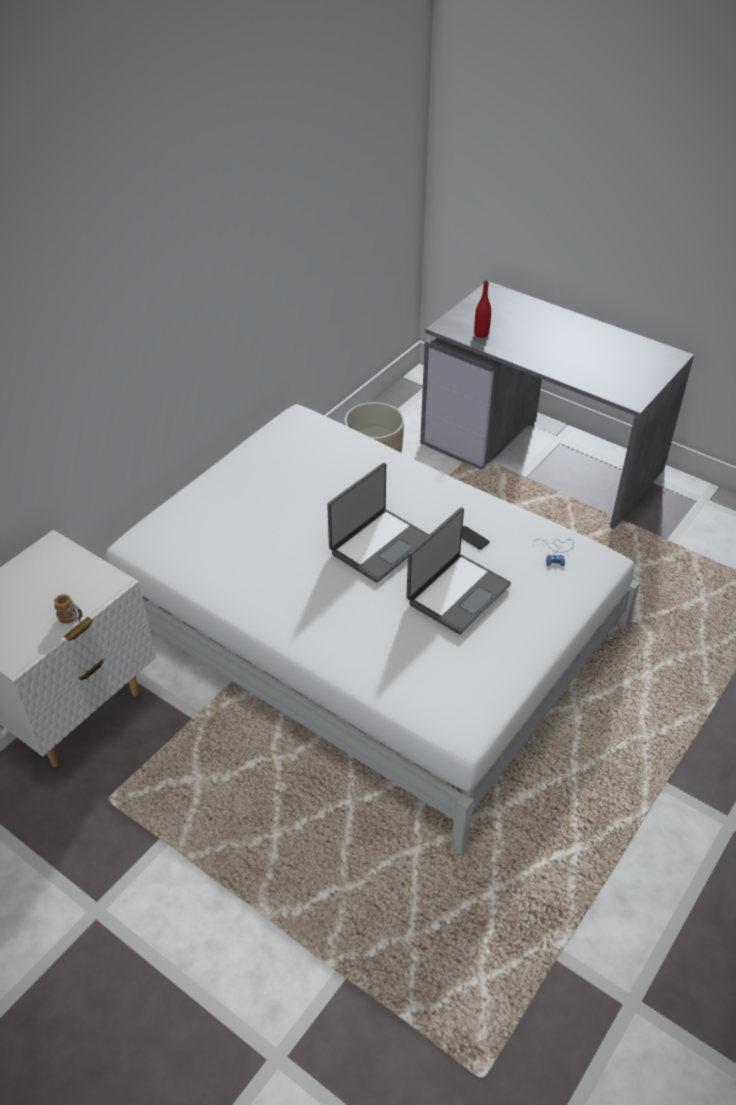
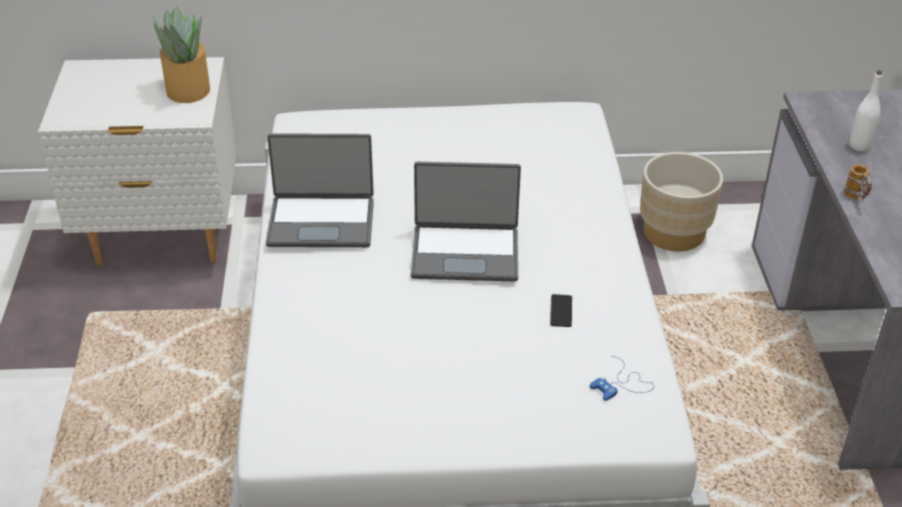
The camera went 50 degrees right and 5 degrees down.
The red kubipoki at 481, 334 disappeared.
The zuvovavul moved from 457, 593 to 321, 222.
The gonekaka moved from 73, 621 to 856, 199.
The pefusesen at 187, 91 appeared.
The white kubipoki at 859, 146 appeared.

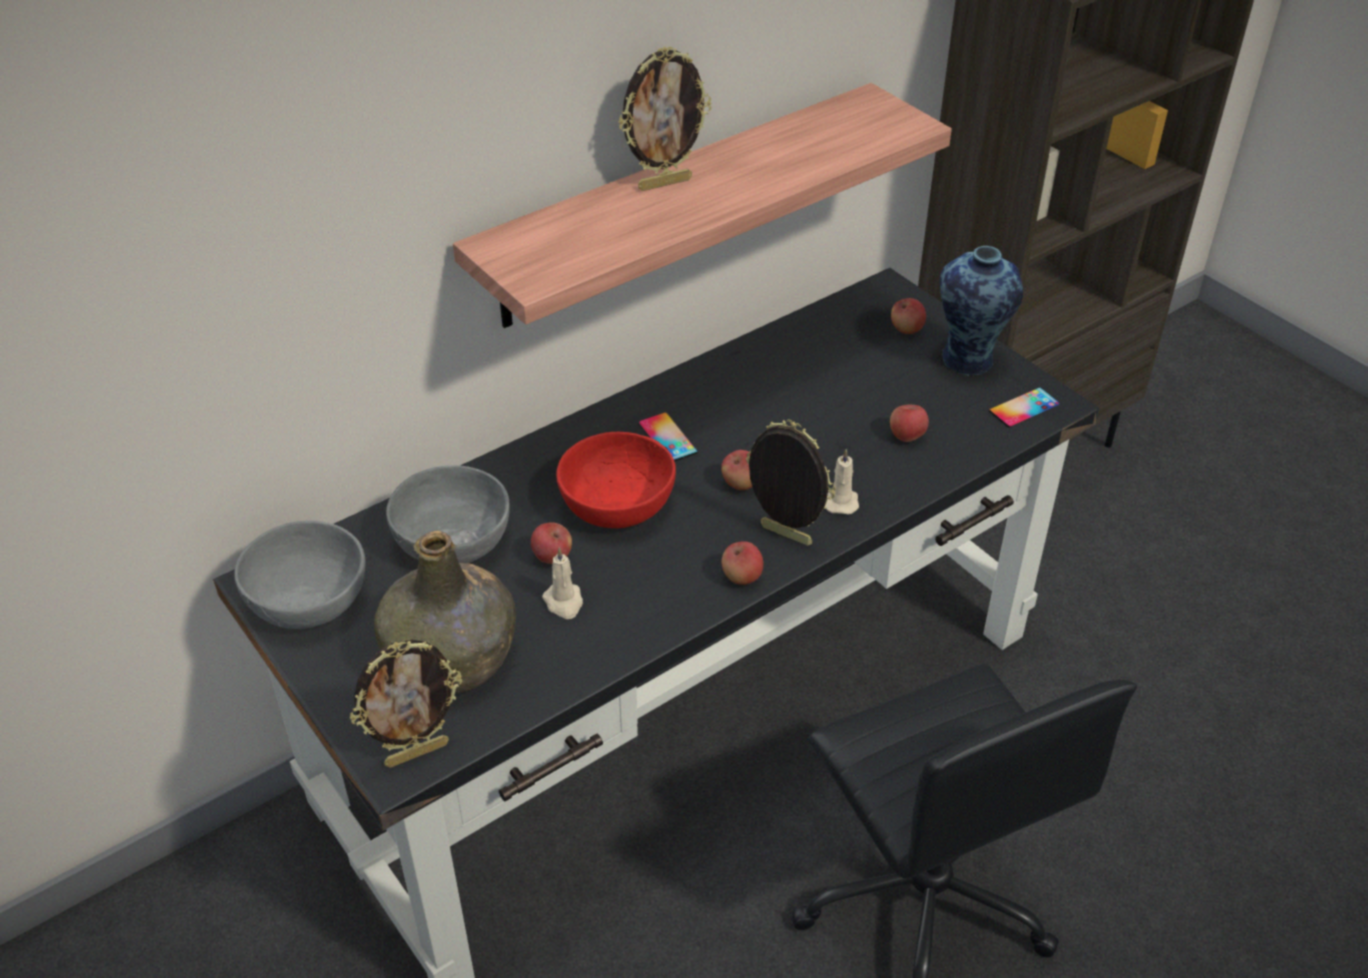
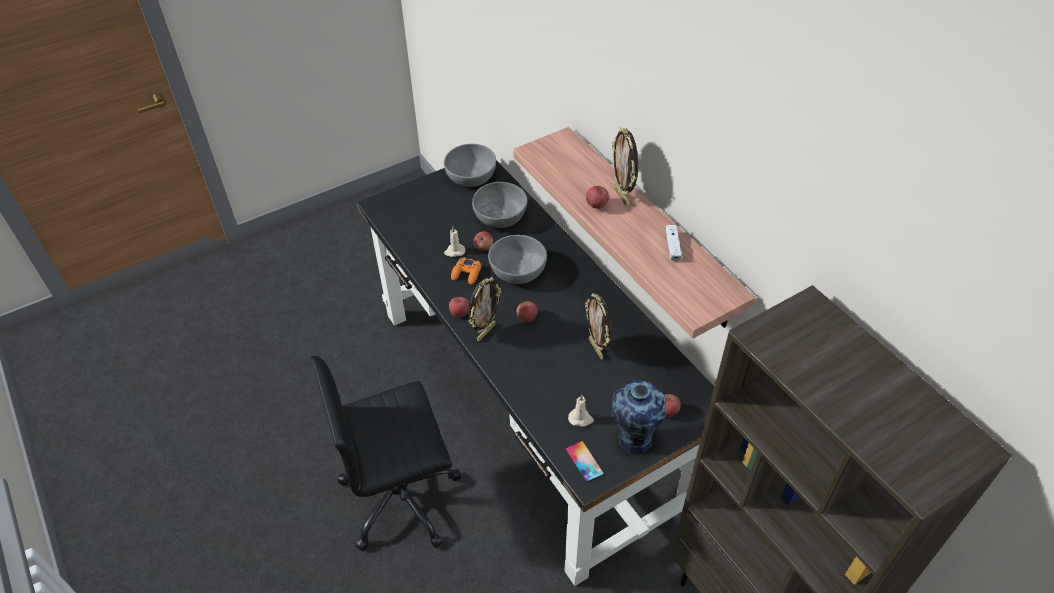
The camera went 95 degrees right and 5 degrees up.
The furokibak moved from 907, 436 to 596, 205.
The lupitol at 668, 438 disappeared.
The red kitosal at 616, 503 became the grey kitosal at 517, 270.
The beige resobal moved from 840, 501 to 581, 418.
The green kubipoki at 453, 657 disappeared.
The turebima moved from 417, 753 to 596, 349.
The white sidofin at 672, 246 appeared.
The orange sidofin at 467, 274 appeared.

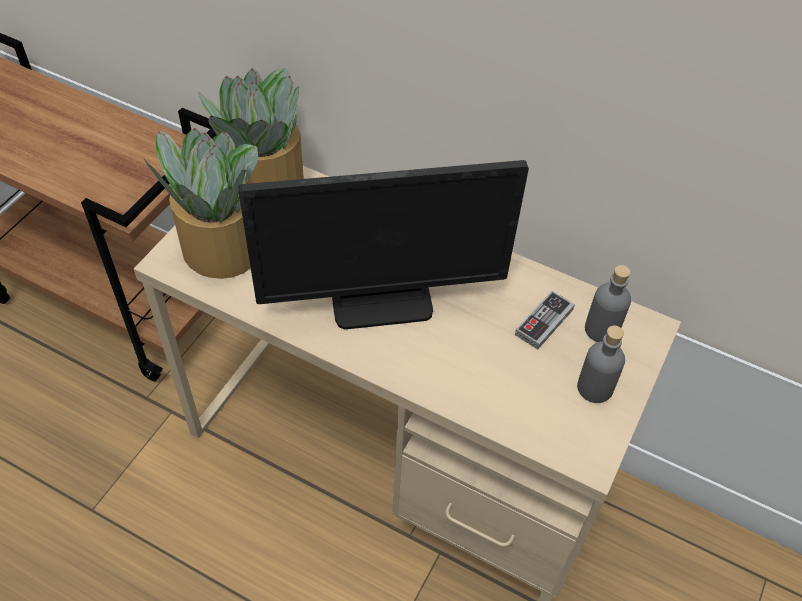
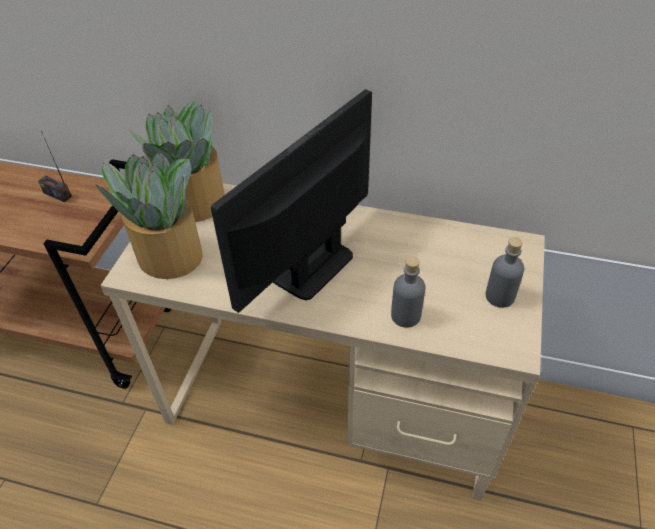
The camera went 10 degrees left and 5 degrees down.
The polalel at 381, 299 turned 150 degrees clockwise.
The grey kubipoki moved from 601, 329 to 405, 315.
The sidofin at 544, 322 disappeared.
The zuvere at 58, 194 appeared.

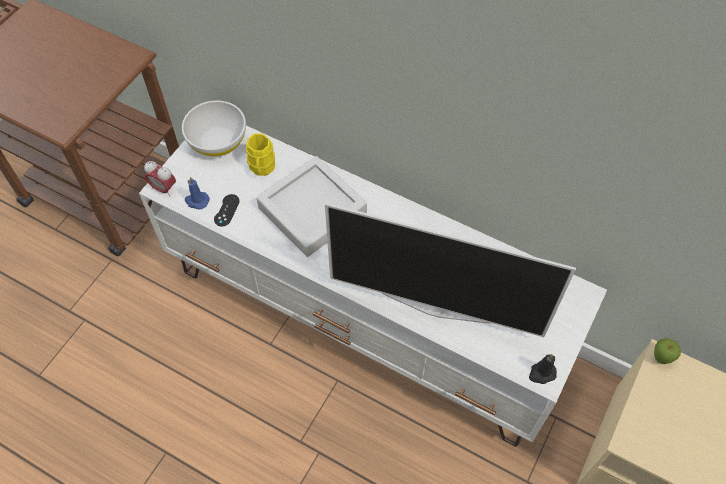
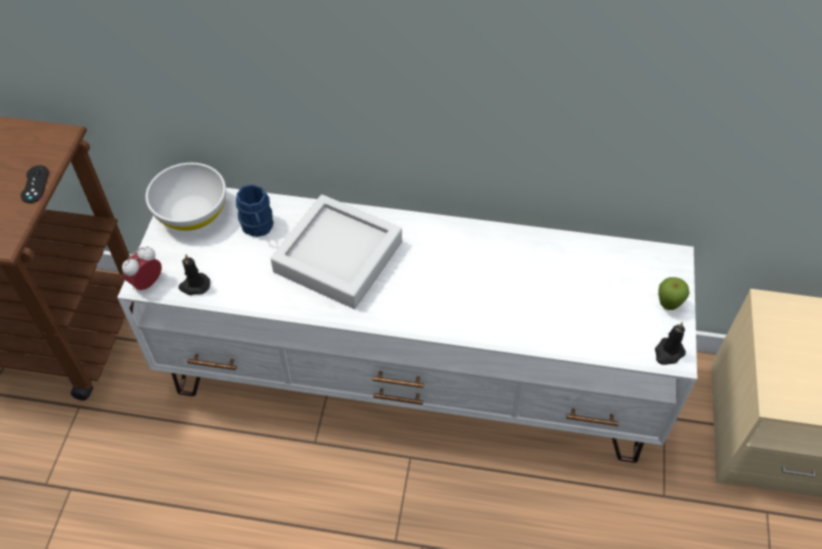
The camera went 20 degrees left and 5 degrees down.
The yellow gonekaka at 261, 168 became the blue gonekaka at 258, 228.
The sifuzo at 163, 188 turned 120 degrees clockwise.
The blue resobal at 196, 201 became the black resobal at 194, 285.
The black sidofin moved from 226, 210 to 35, 184.
The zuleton at 436, 306 disappeared.
The furokibak moved from 660, 358 to 667, 305.

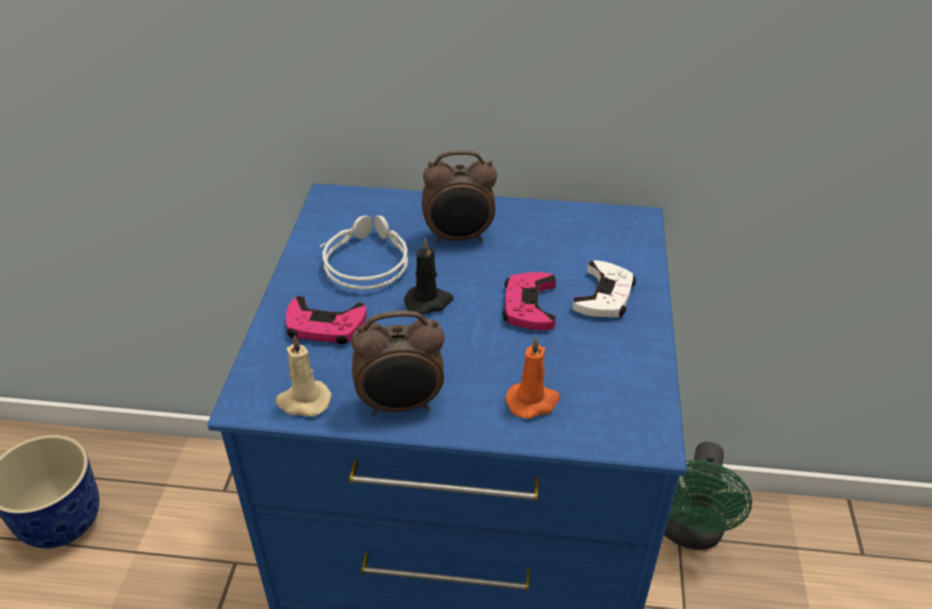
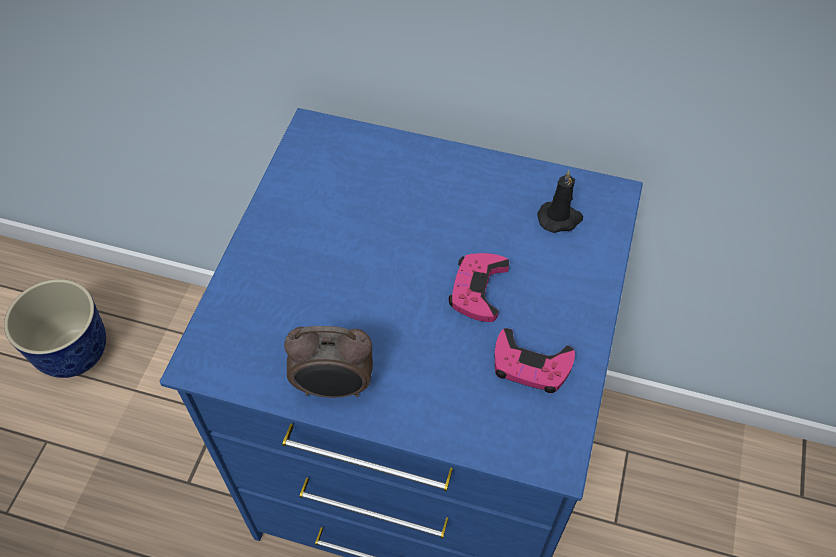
The camera went 10 degrees right and 15 degrees up.
The sifuzo at 459, 238 disappeared.
The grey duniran at 364, 260 disappeared.
The black resobal moved from 429, 301 to 560, 218.
The white sidofin at 604, 296 disappeared.
The pink sidofin moved from 324, 326 to 530, 365.
The beige resobal at 303, 401 disappeared.
The orange resobal at 533, 401 disappeared.
The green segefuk at 689, 532 disappeared.

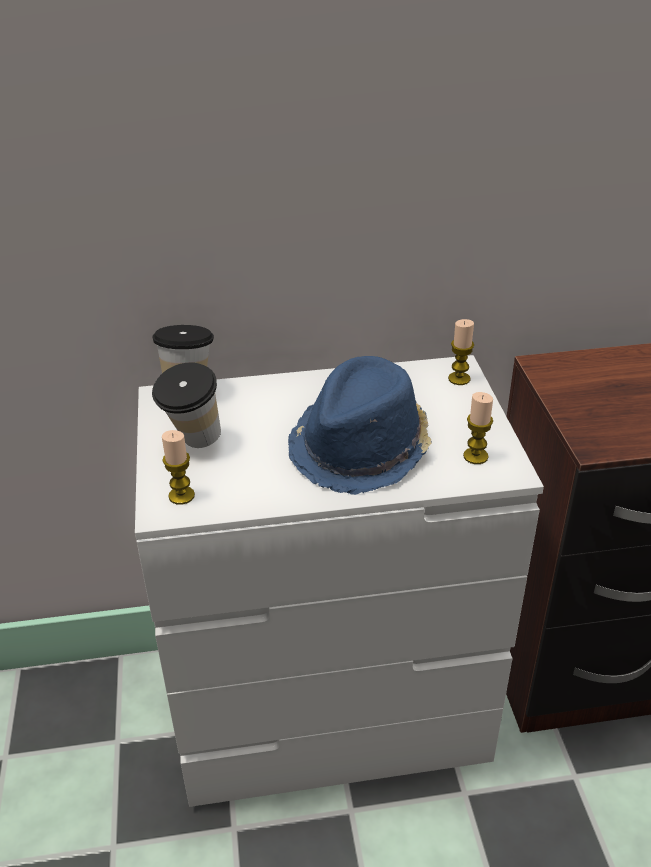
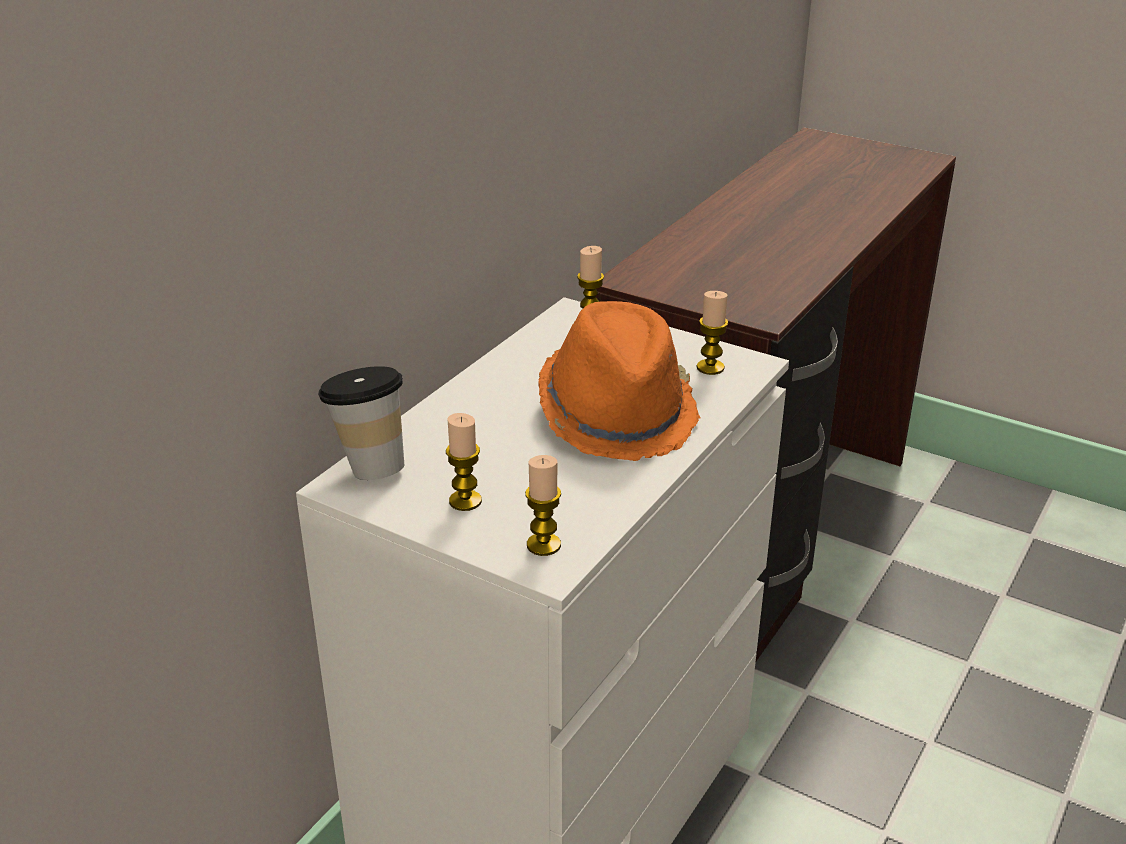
The camera went 50 degrees left and 5 degrees down.
The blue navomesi at 361, 448 became the orange navomesi at 618, 413.
The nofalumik at 193, 444 was replaced by the resobal at 465, 501.

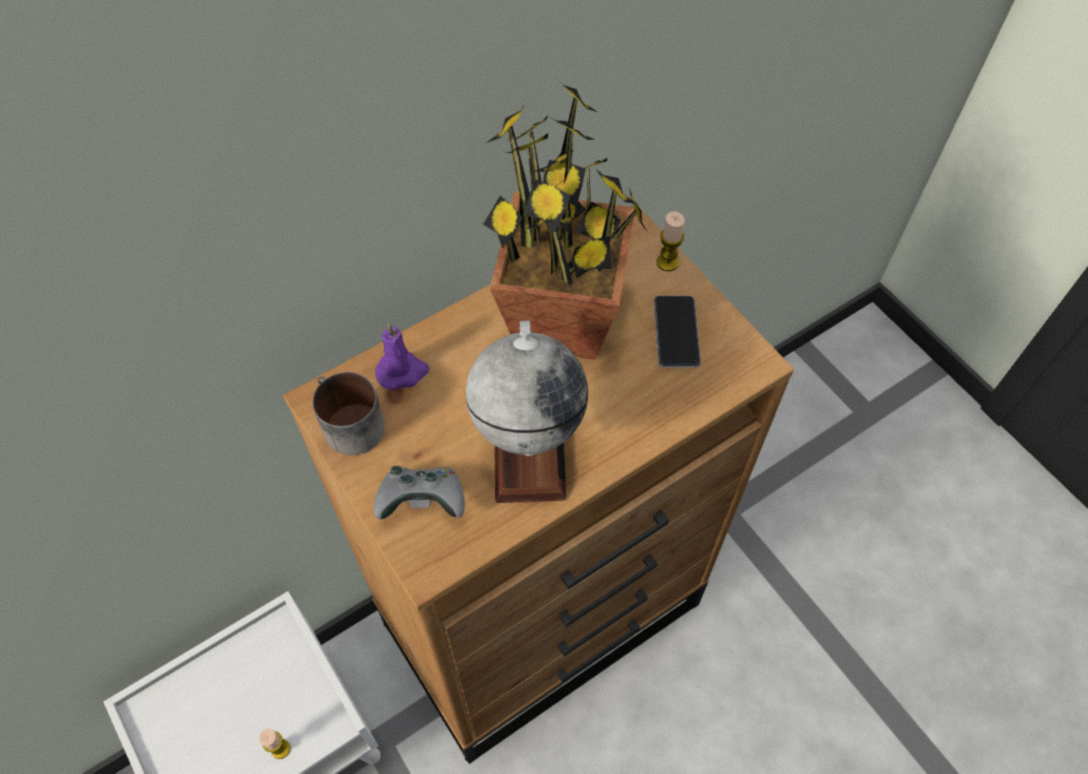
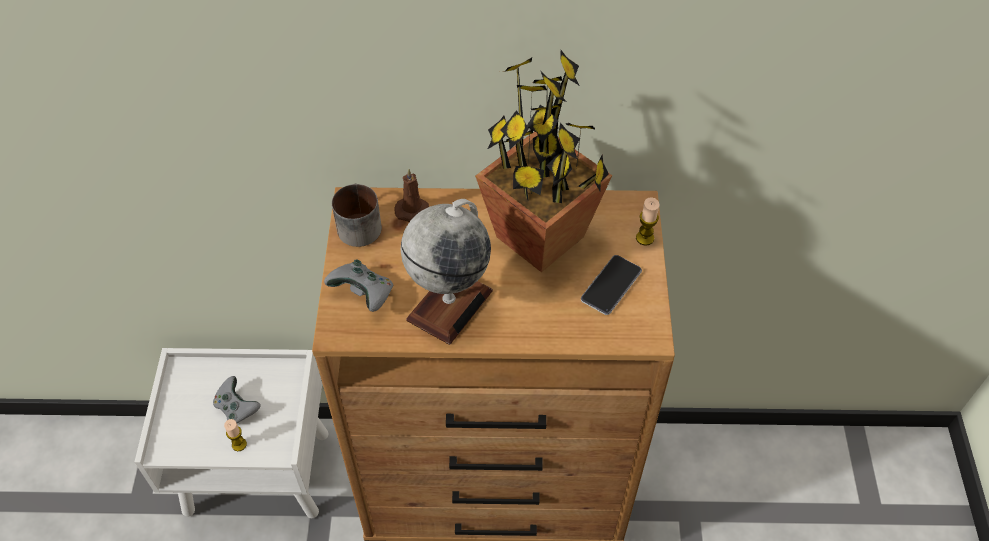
The camera went 35 degrees right and 5 degrees down.
The purple resobal at 402, 372 became the brown resobal at 414, 212.
The grey sidofin at 237, 408 appeared.

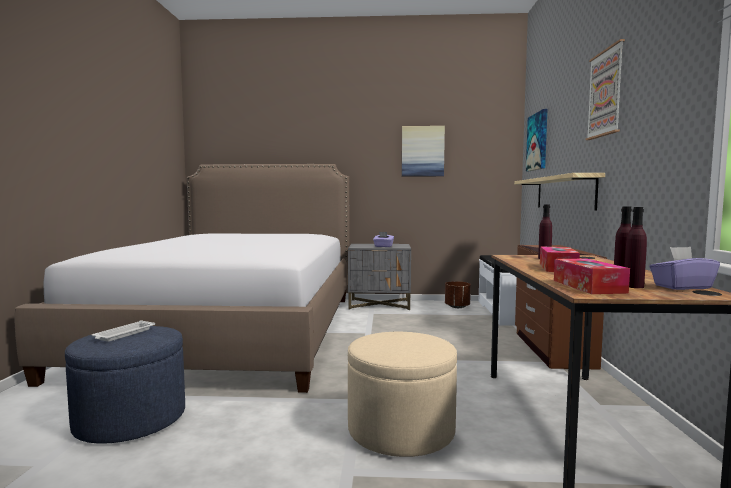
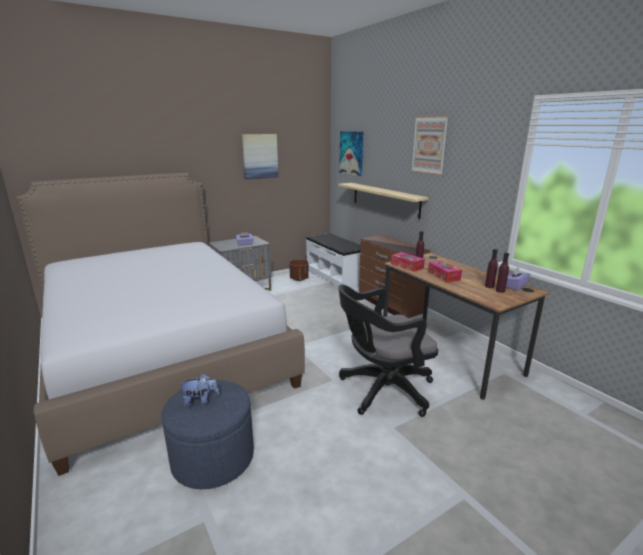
The camera went 35 degrees left and 15 degrees up.
The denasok moved from 588, 286 to 407, 266.
The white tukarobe at 123, 334 was replaced by the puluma at 200, 401.
The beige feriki at 401, 430 was replaced by the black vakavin at 382, 390.

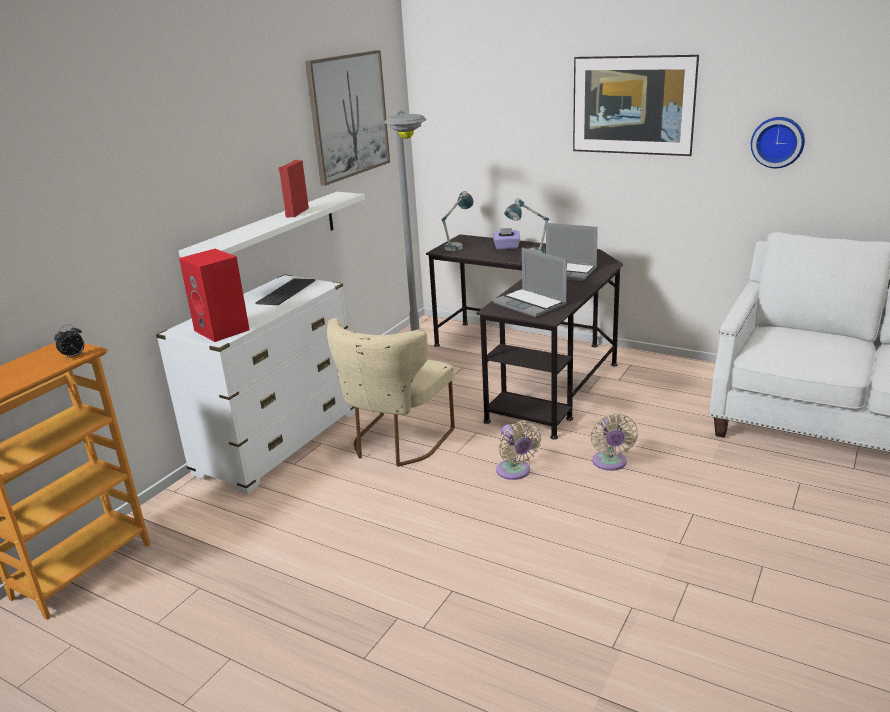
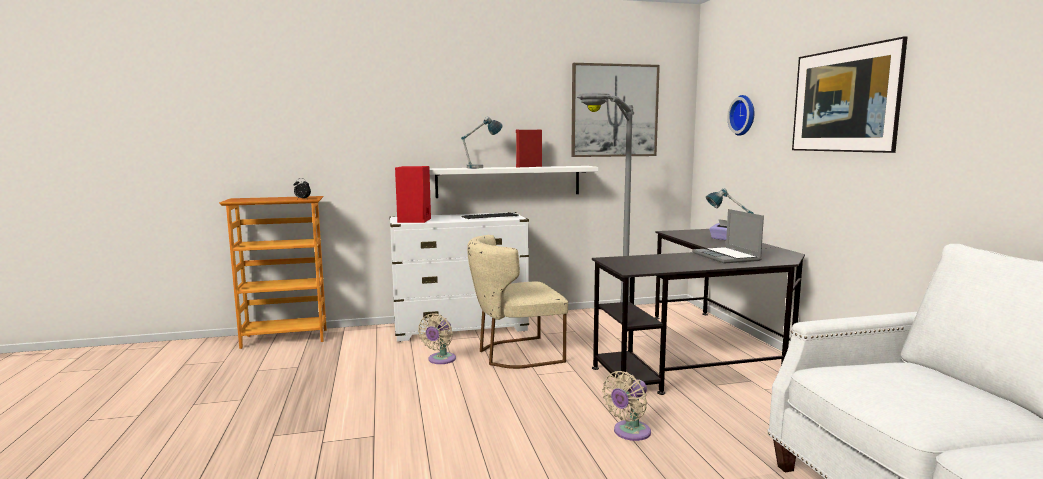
The camera went 45 degrees right and 15 degrees down.
The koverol moved from 778, 142 to 744, 115.
The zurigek moved from 458, 246 to 482, 167.
The zuvovavul at 531, 304 disappeared.
The beige segefuk moved from 515, 472 to 440, 360.

